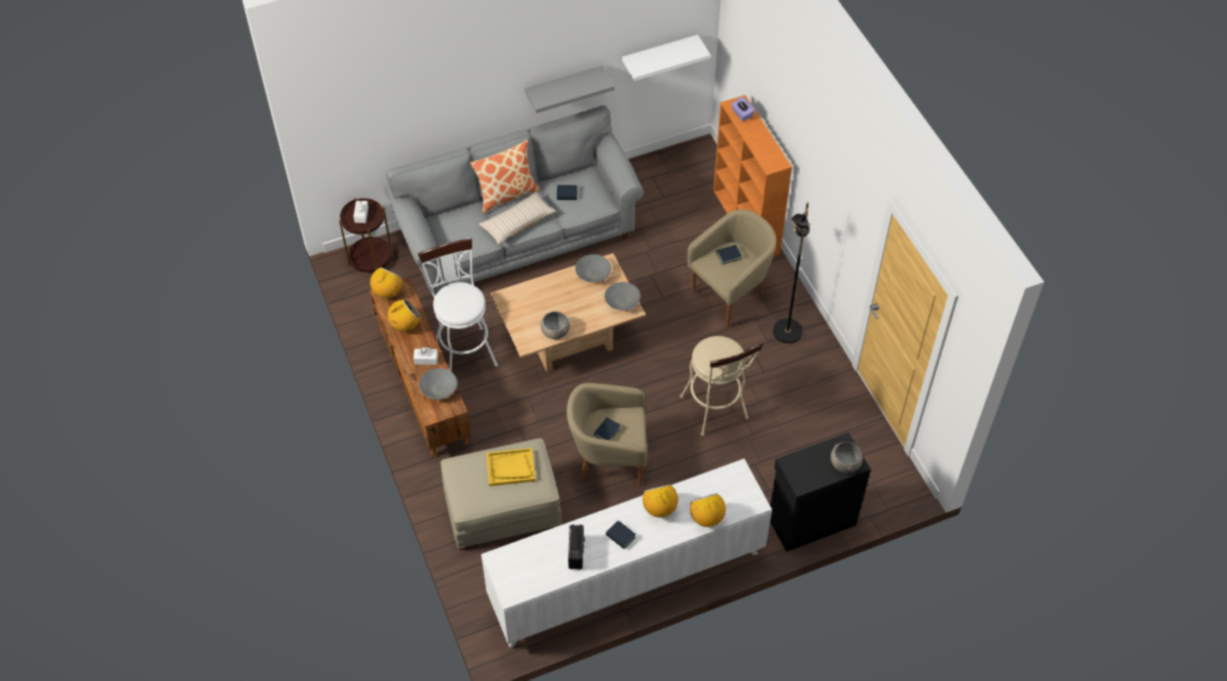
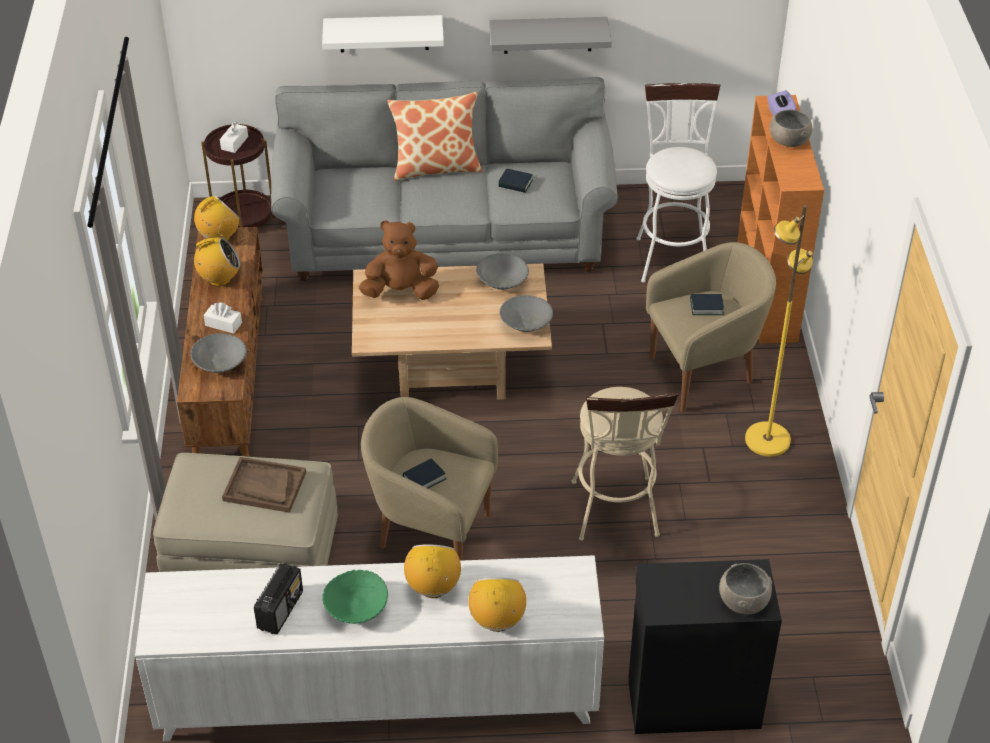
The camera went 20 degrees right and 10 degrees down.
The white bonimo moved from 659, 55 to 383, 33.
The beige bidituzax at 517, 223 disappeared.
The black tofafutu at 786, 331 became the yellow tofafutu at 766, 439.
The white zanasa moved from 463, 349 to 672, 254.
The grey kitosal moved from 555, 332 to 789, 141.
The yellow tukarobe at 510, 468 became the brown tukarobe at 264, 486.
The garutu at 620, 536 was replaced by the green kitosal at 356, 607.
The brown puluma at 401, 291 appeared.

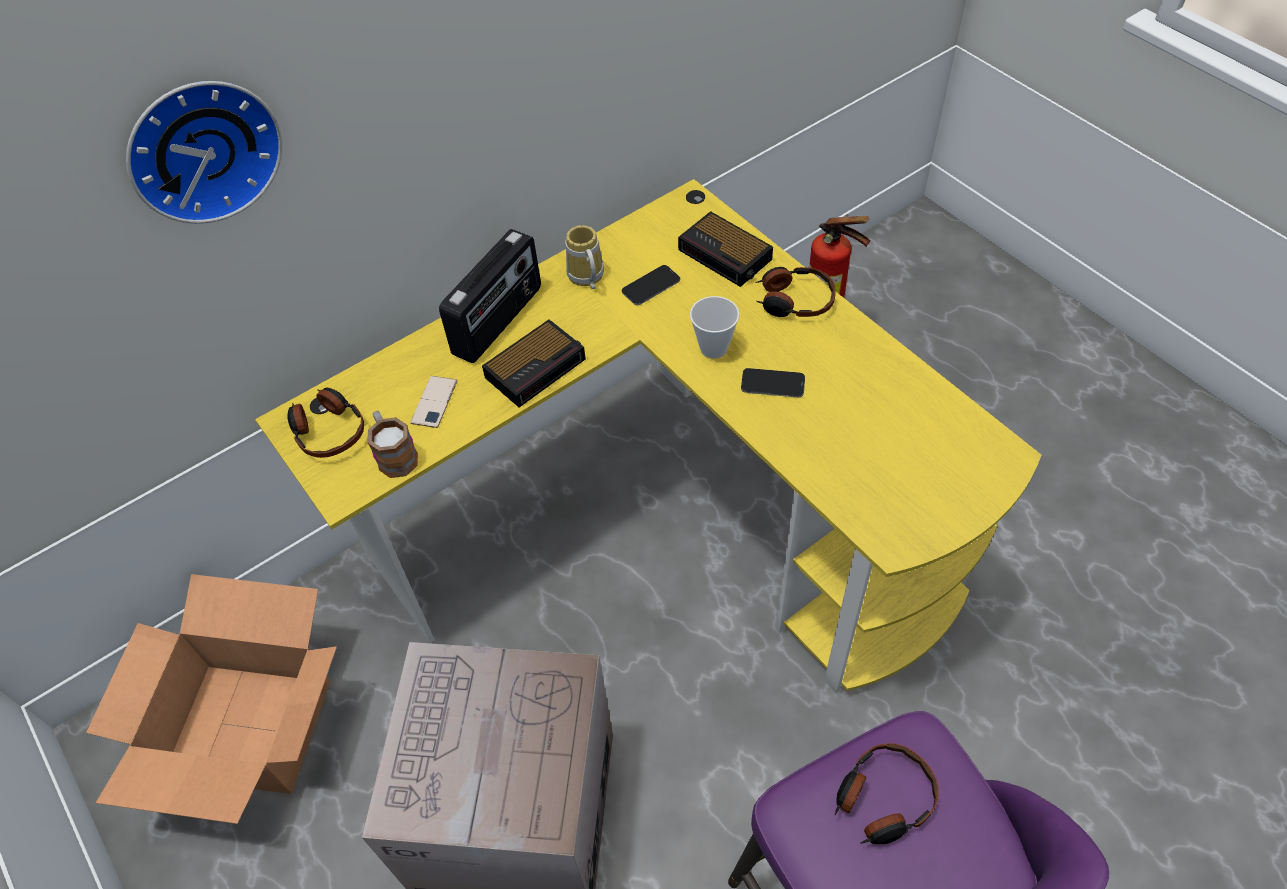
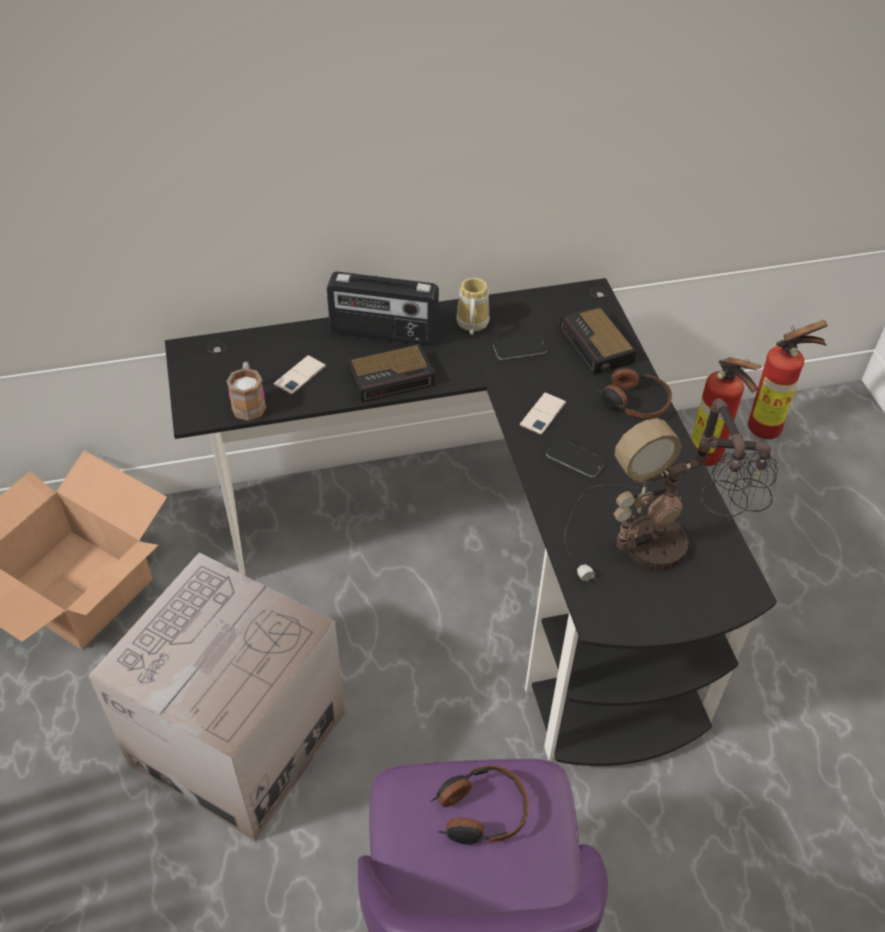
The camera went 20 degrees right and 5 degrees down.
The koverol at 202, 148 disappeared.
The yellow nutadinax at 671, 515 became the black nutadinax at 486, 562.
The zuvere at 499, 321 turned 45 degrees clockwise.
The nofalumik at 713, 348 was replaced by the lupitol at 543, 414.
The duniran at 328, 430 disappeared.
The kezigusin at 769, 429 appeared.
The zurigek at 660, 547 appeared.

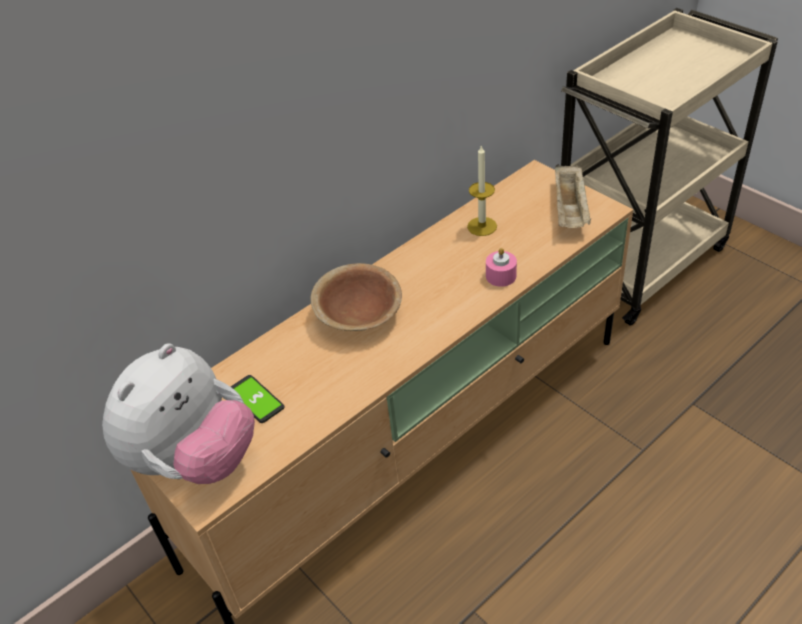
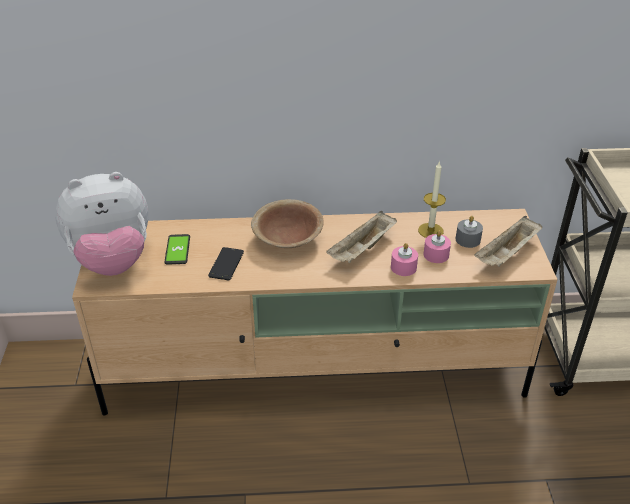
The camera went 35 degrees right and 5 degrees down.
The beige tukarobe at 362, 250 appeared.
The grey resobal at 468, 239 appeared.
The pink resobal at 436, 255 appeared.
The lupitol at 226, 264 appeared.

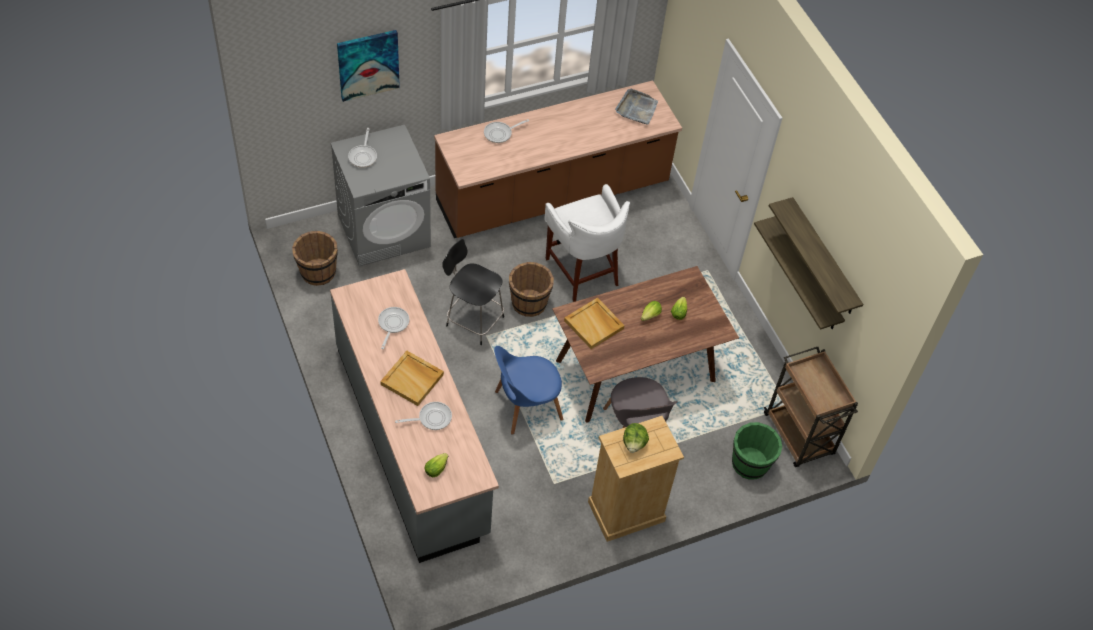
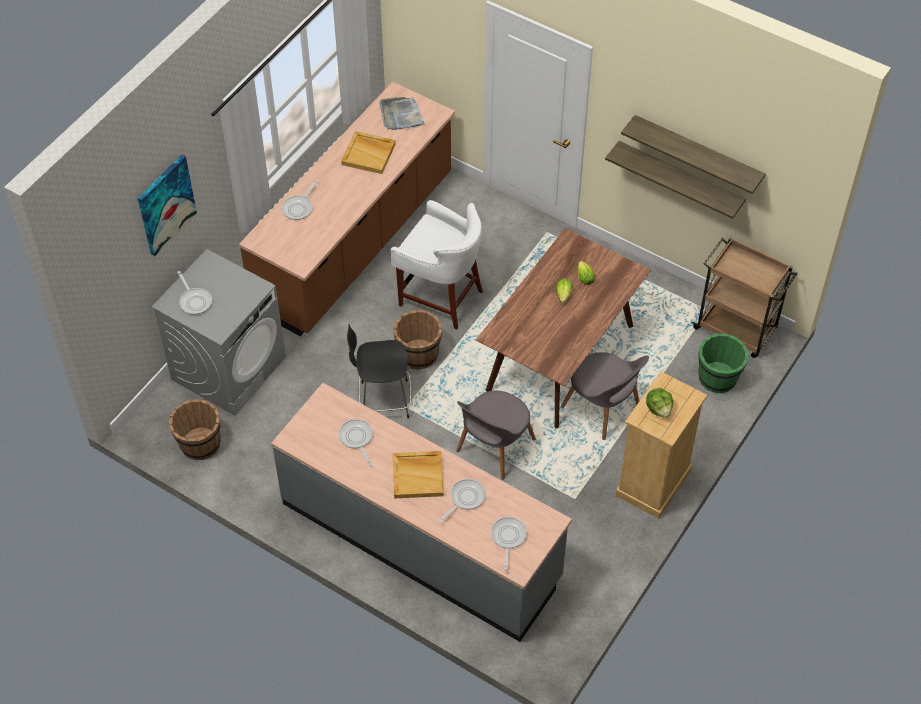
The camera went 30 degrees left and 0 degrees up.
The beige tukarobe moved from 594, 324 to 369, 154.
The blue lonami at 525, 406 became the grey lonami at 494, 448.
The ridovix at 437, 468 was replaced by the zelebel at 508, 538.

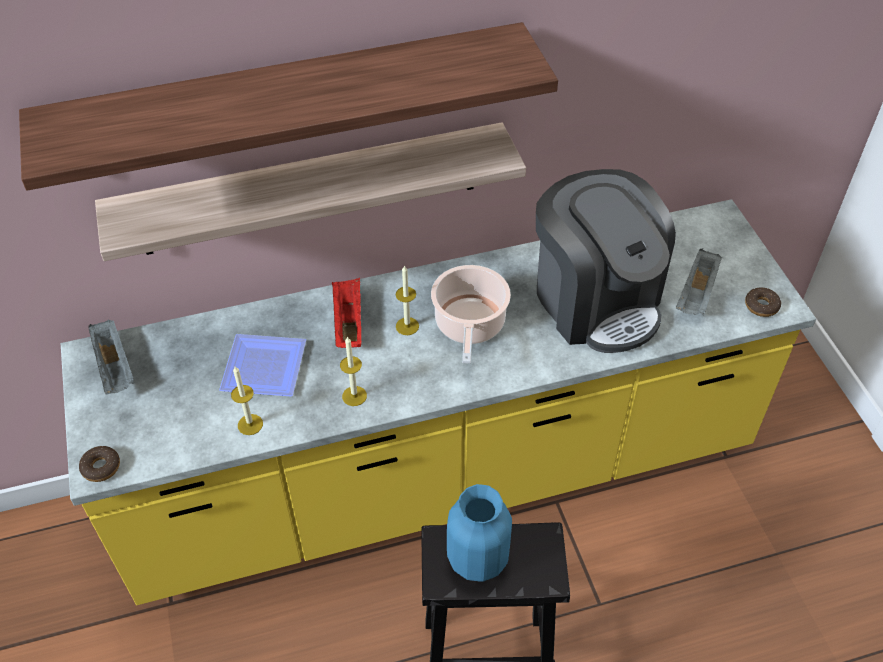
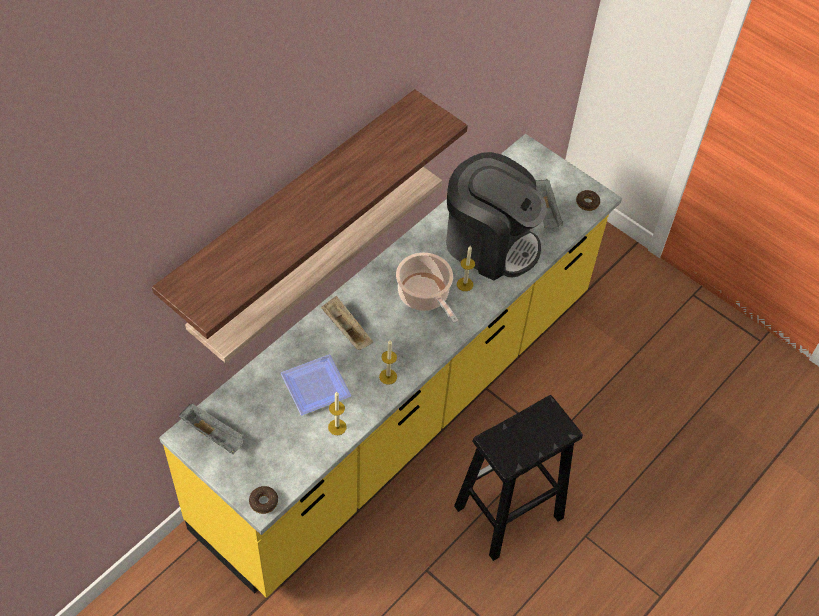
The camera went 35 degrees left and 5 degrees up.
The resobal moved from 407, 326 to 465, 284.
The red tukarobe at 348, 322 became the beige tukarobe at 346, 330.
The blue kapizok at 477, 558 disappeared.

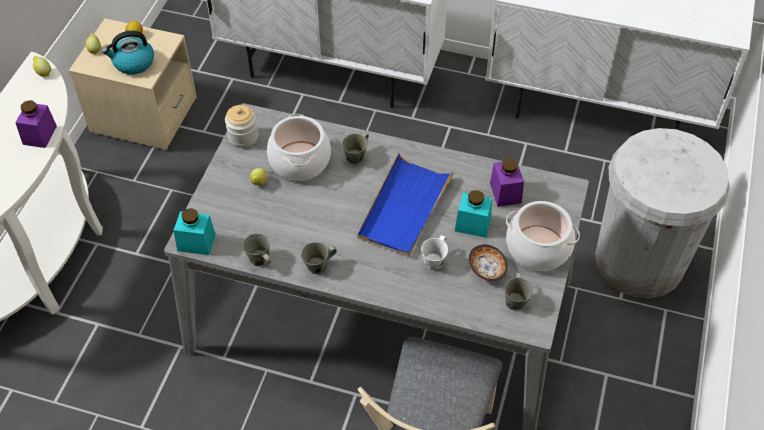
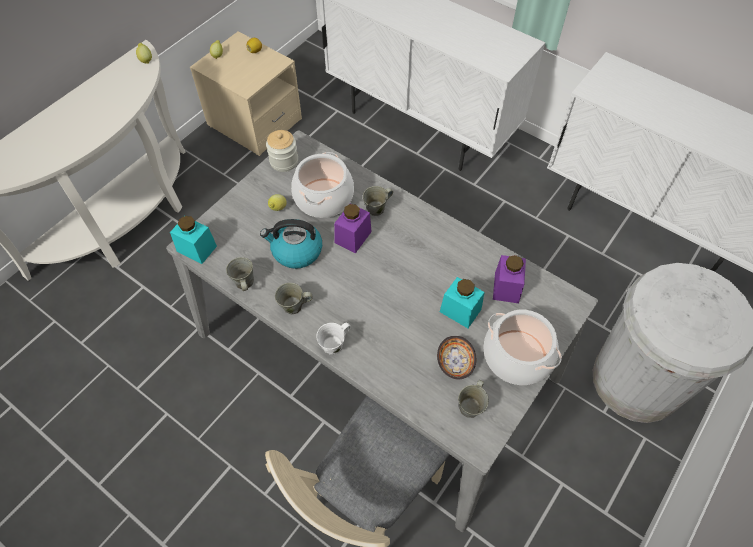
The camera went 20 degrees right and 5 degrees up.
The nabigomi moved from 133, 63 to 296, 251.
The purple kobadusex moved from 40, 135 to 353, 237.
The blue tukarobe at 404, 208 disappeared.
The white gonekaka moved from 434, 261 to 334, 345.

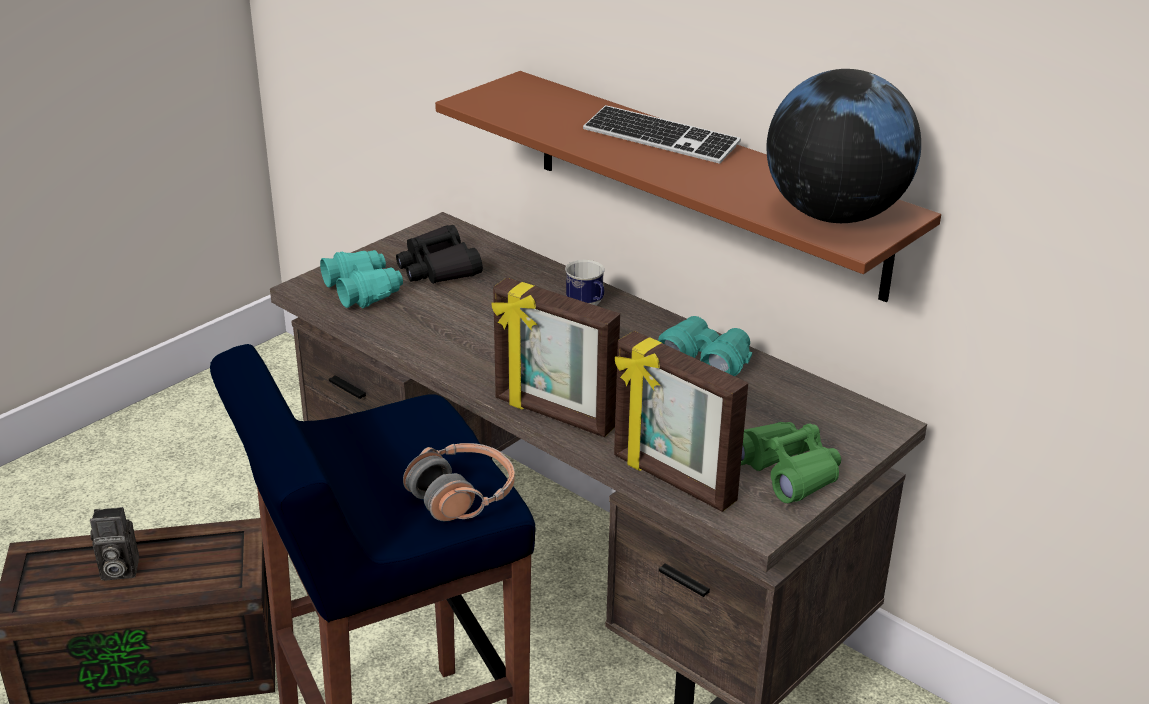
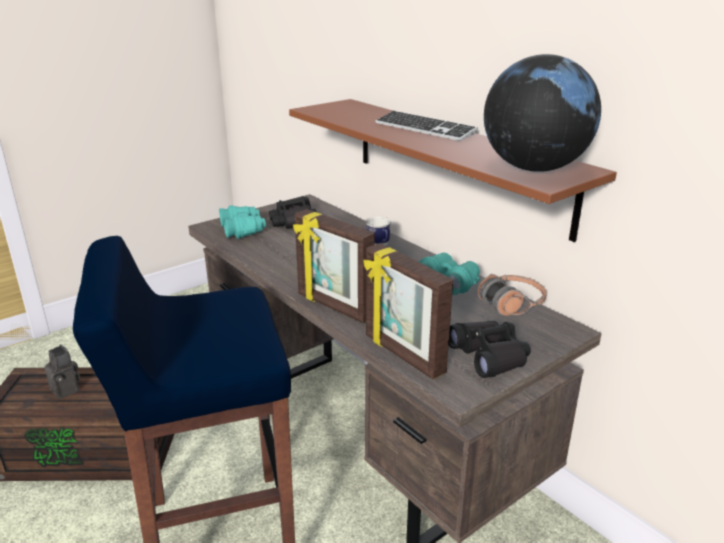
The camera went 10 degrees right and 5 degrees down.
The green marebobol at 787, 471 became the black marebobol at 489, 356.
The duniran moved from 462, 495 to 511, 304.
The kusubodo at 117, 570 turned 135 degrees counterclockwise.

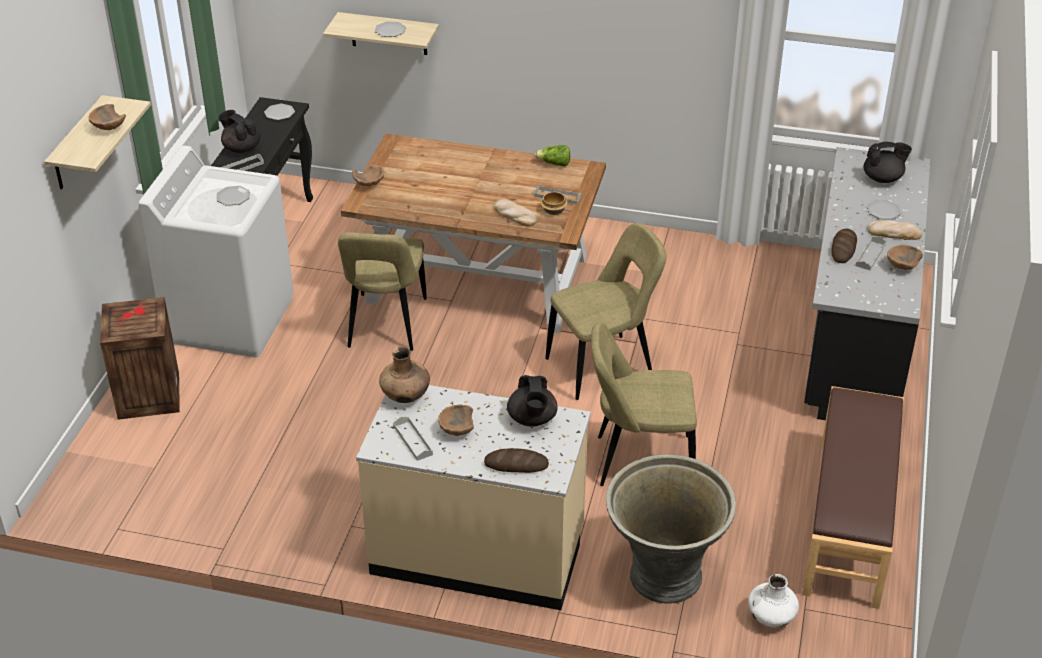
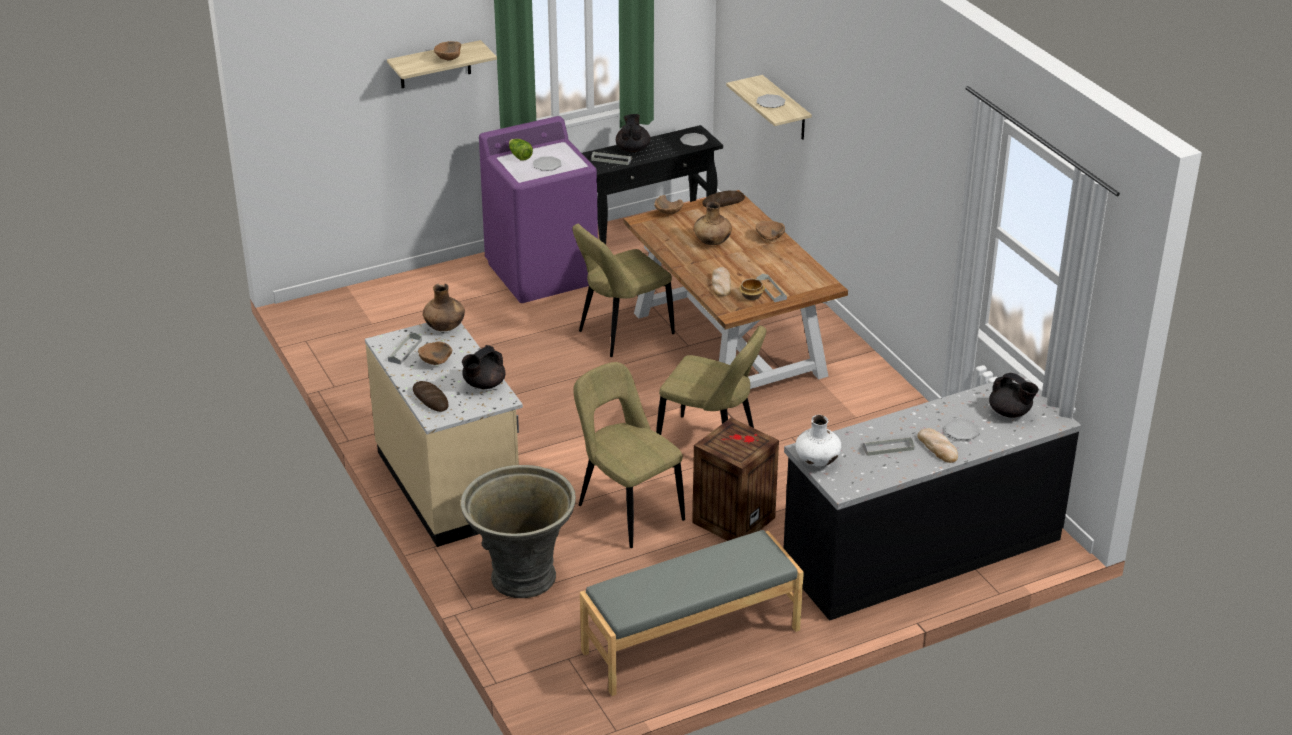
The camera went 50 degrees right and 5 degrees down.
The ridovix moved from 554, 164 to 519, 156.
The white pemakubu at 230, 319 became the purple pemakubu at 542, 273.
The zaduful moved from 843, 248 to 723, 202.
The brown kitosal moved from 901, 266 to 770, 238.
The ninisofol moved from 147, 395 to 733, 519.
The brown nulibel at 850, 521 became the grey nulibel at 691, 641.
The white kapizok moved from 770, 617 to 817, 461.
The brown kapizok at 712, 242 appeared.

